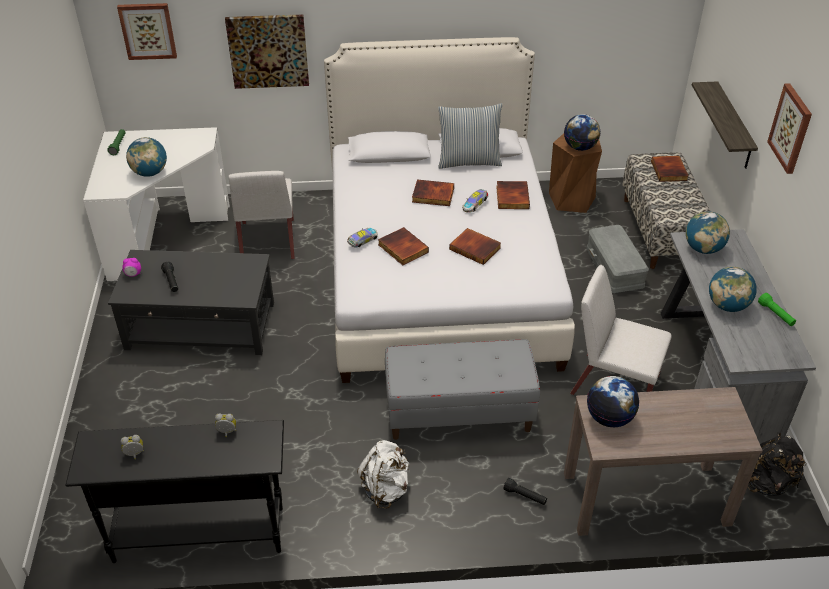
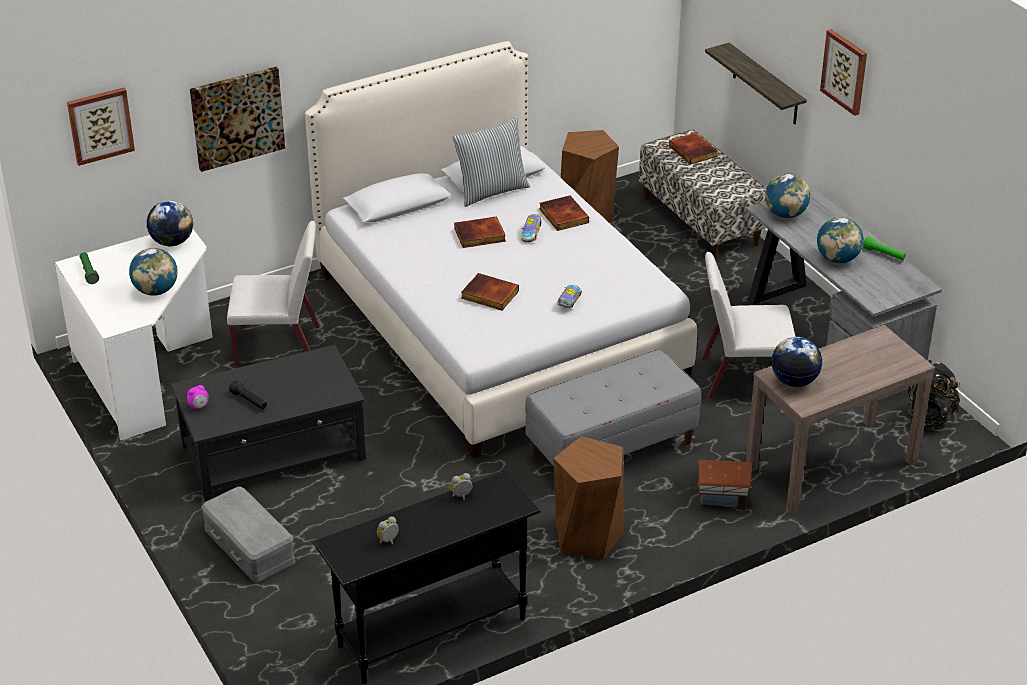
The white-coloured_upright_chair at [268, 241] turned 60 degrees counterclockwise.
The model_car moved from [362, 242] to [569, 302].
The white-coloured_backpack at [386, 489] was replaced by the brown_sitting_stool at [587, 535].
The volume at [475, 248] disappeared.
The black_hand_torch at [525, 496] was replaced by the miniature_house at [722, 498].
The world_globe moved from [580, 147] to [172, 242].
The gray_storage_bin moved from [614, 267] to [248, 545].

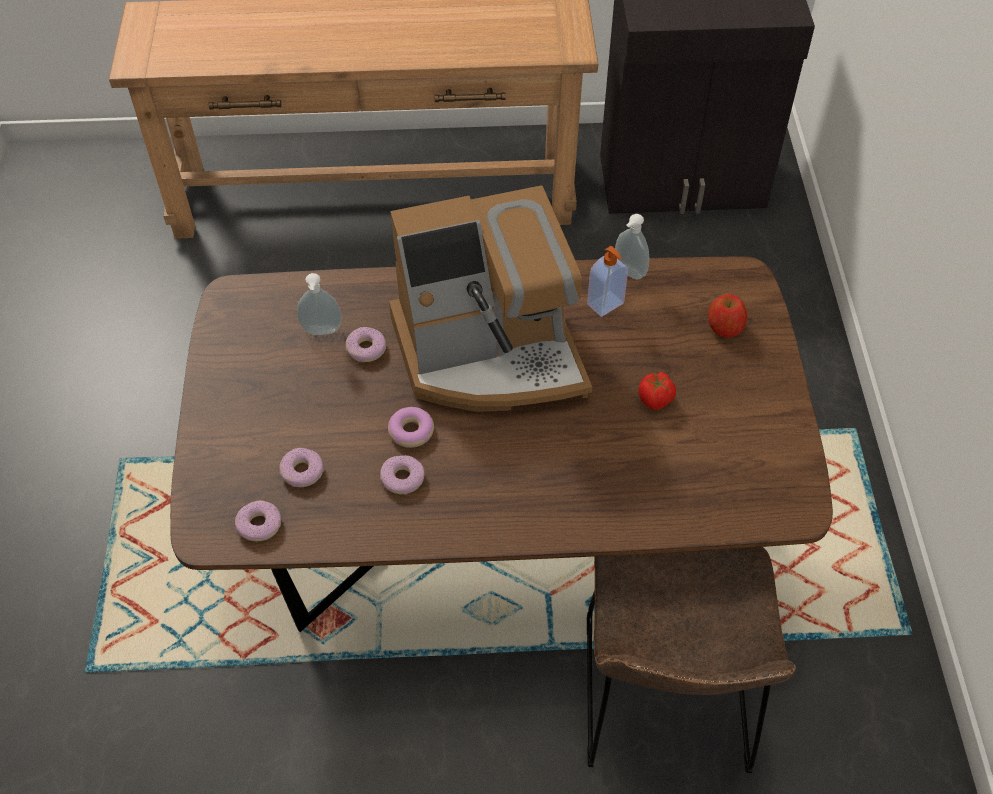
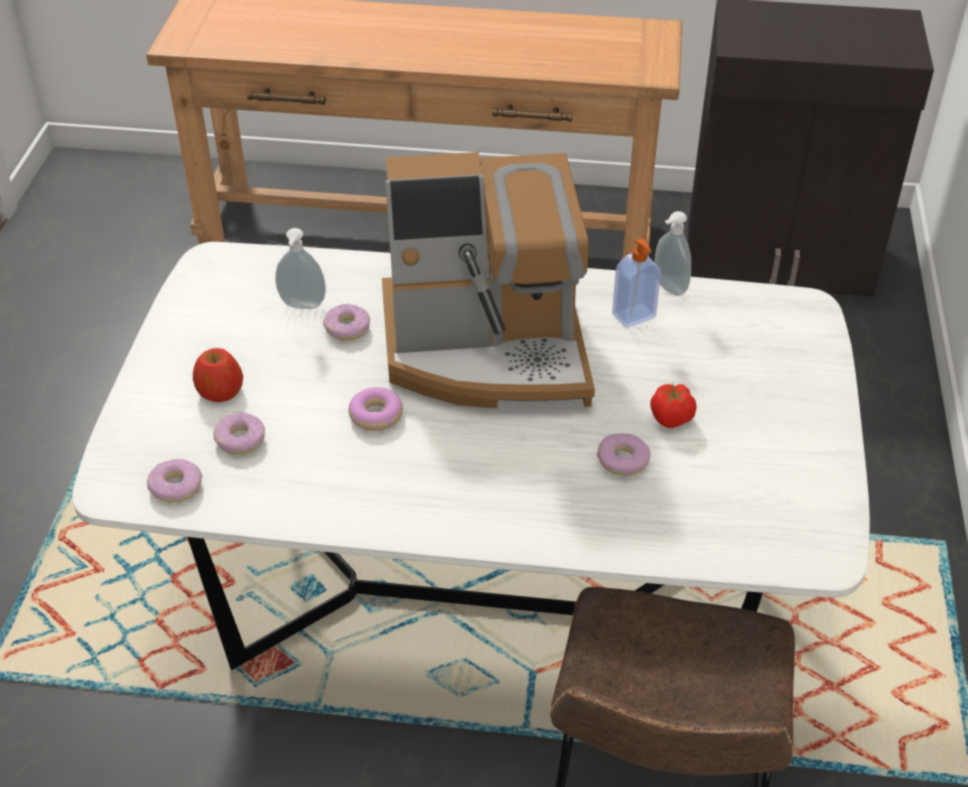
The brown_dining_table at [497, 541] became the white-coloured_dining_table at [485, 605].
The doughnut moved from [402, 479] to [622, 461].
The apple moved from [725, 326] to [220, 390].

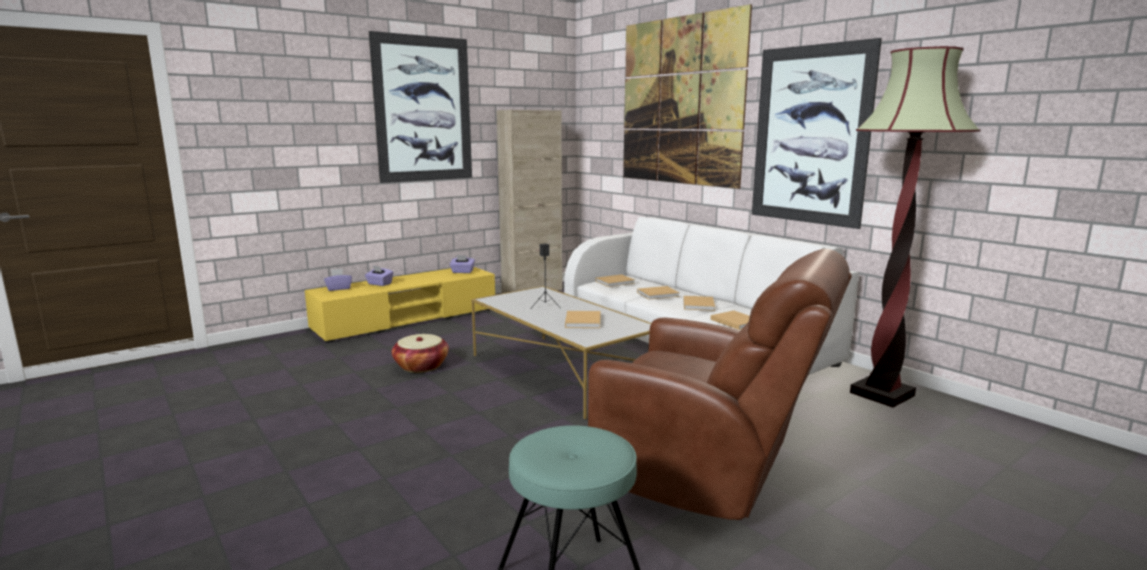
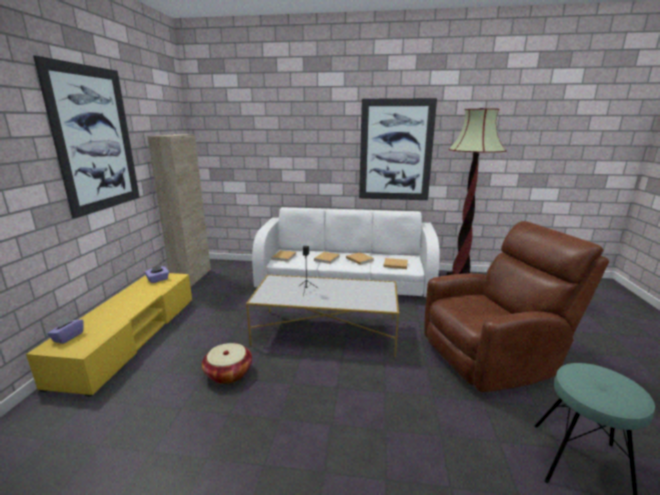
The purple_box_of_tissues at [379, 284] disappeared.
The sand-coloured_volume at [583, 321] disappeared.
The wall_picture at [680, 101] disappeared.

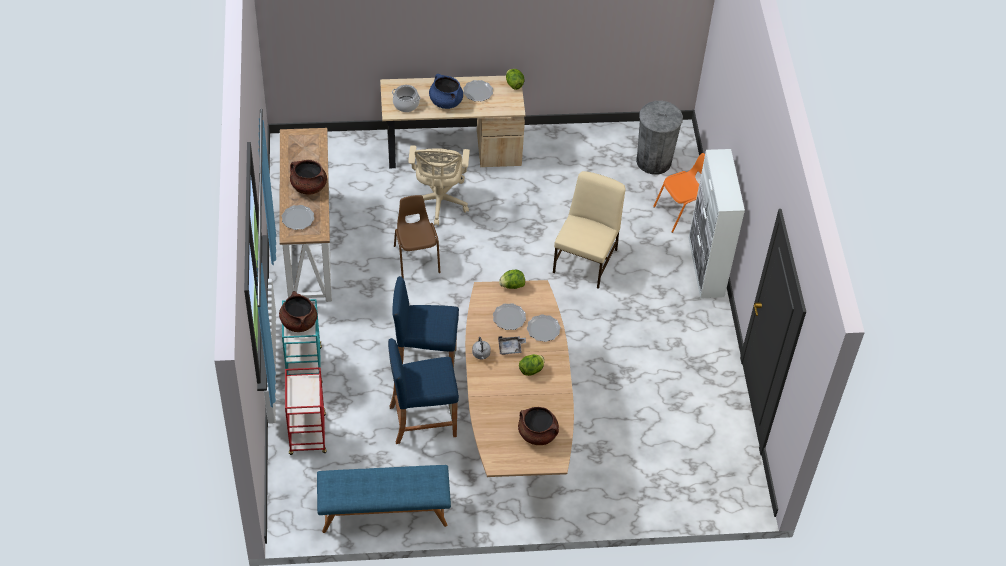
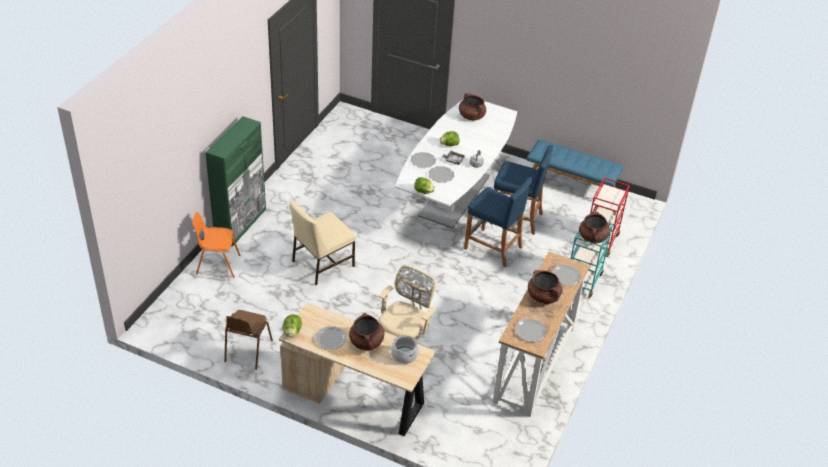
The brown_upright_chair moved from [416, 259] to [247, 351].
The blue_stockpot at [445, 101] became the brown_stockpot at [366, 342].
The brown_dining_table at [515, 420] became the white-coloured_dining_table at [454, 195].
The gray_waste_bin at [653, 161] disappeared.
The white-coloured_cabinet at [706, 267] became the green-coloured_cabinet at [241, 224].
The flat_dish at [530, 331] appeared.

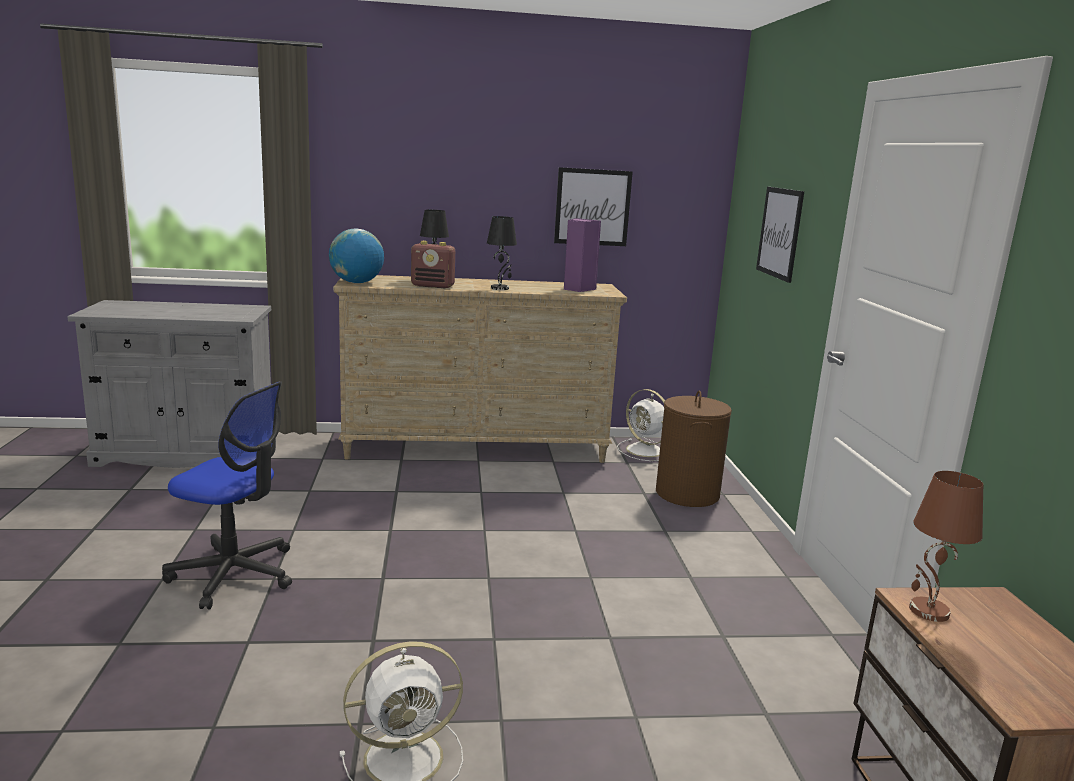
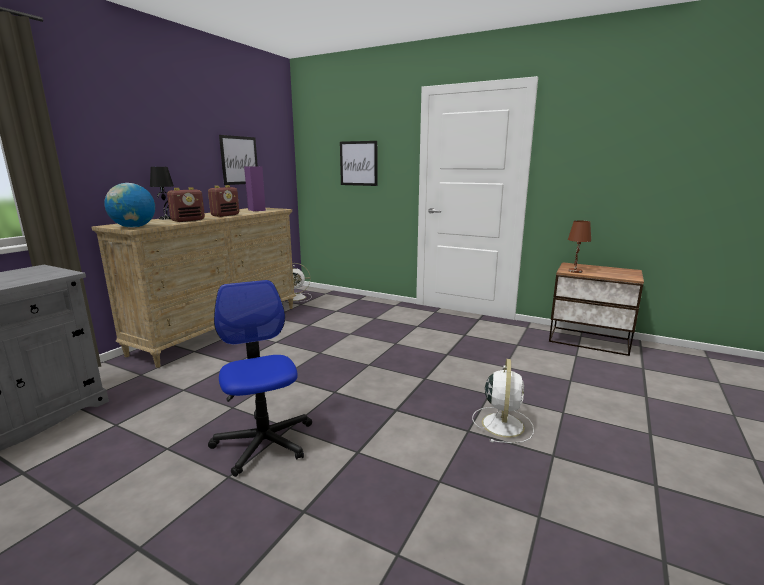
The office_chair at [234, 574] turned 75 degrees counterclockwise.
The black_lamp_for_a_table at [500, 288] was replaced by the radio_set at [225, 215].
The brown_washing_basket at [687, 493] disappeared.

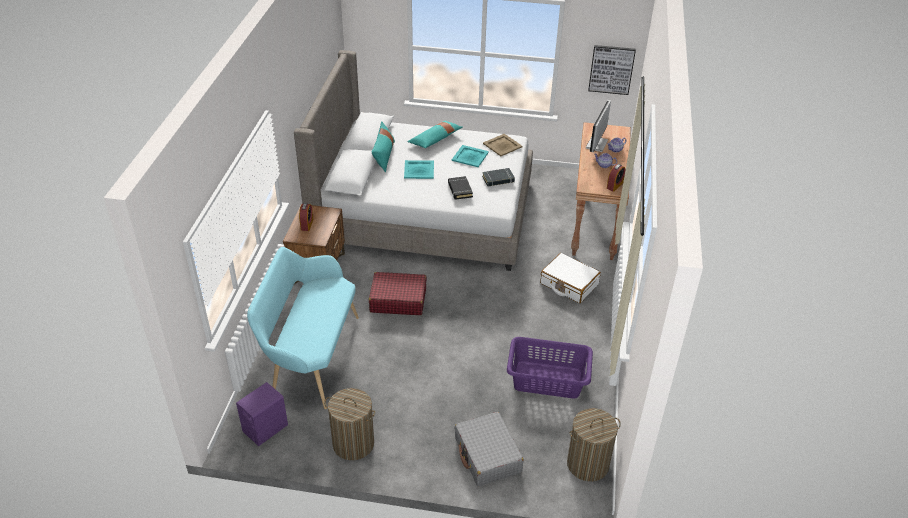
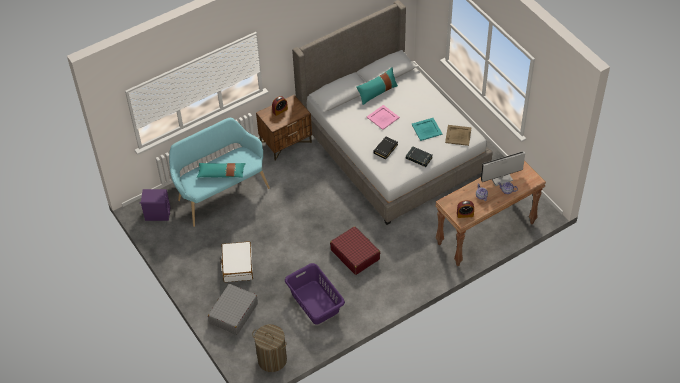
The washing_basket at [353, 443] disappeared.
The red_travel_case moved from [398, 300] to [355, 254].
The turquoise_tray at [418, 170] became the pink_tray at [382, 117].
The turquoise_throw_pillow moved from [435, 139] to [221, 173].
The white-coloured_travel_case moved from [569, 284] to [237, 265].
The wall_picture at [611, 69] disappeared.

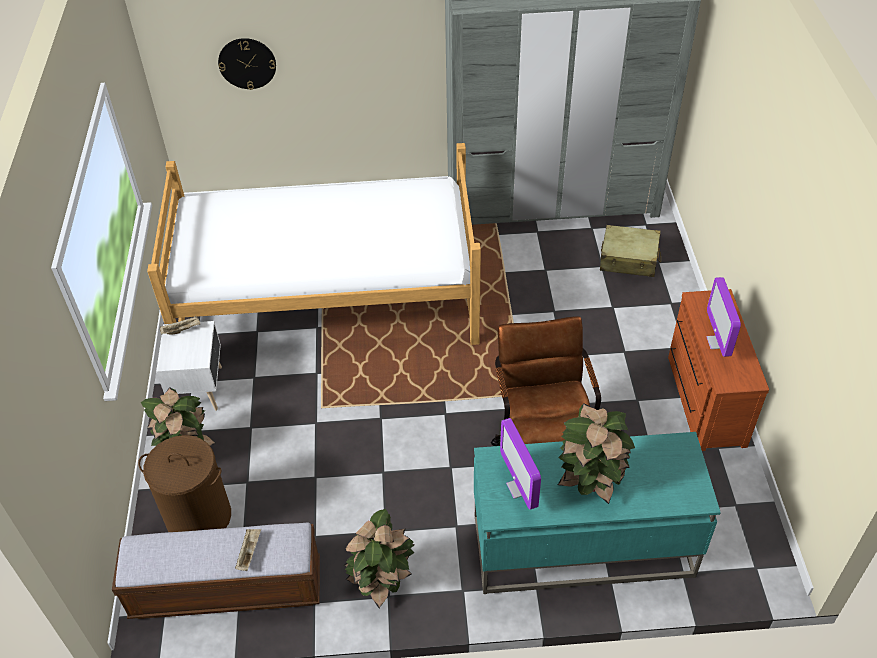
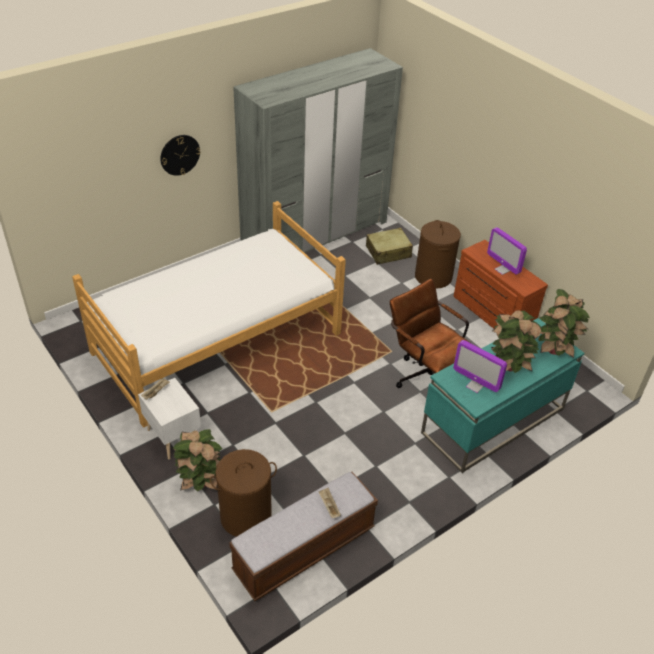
The hanging_clock moved from [247, 63] to [180, 155].
The houseplant moved from [382, 582] to [555, 349].
The brown_washing_basket at [433, 277] appeared.

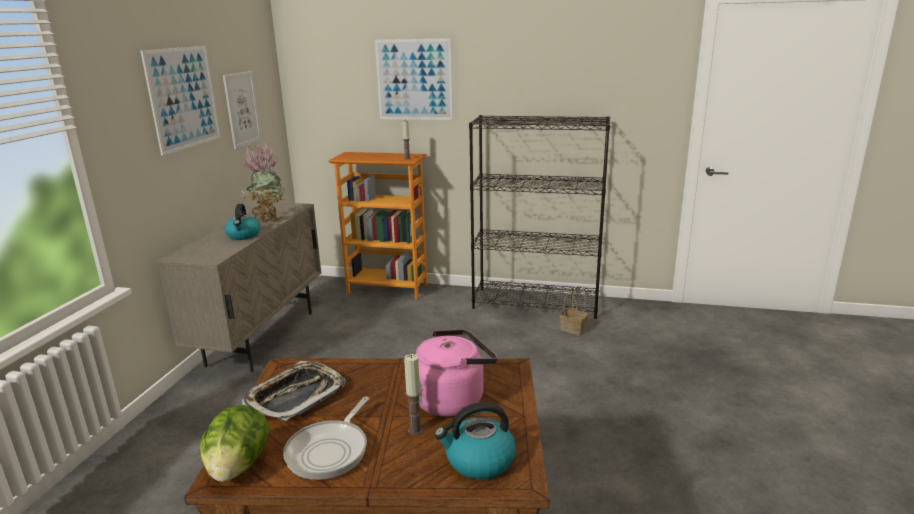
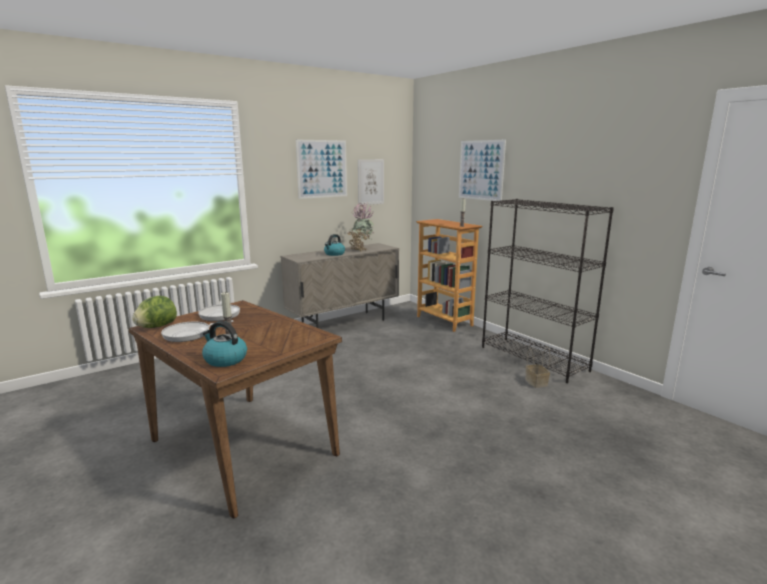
The tray at [295, 396] was replaced by the pan at [220, 314].
The pink_water_kettle at [452, 399] disappeared.

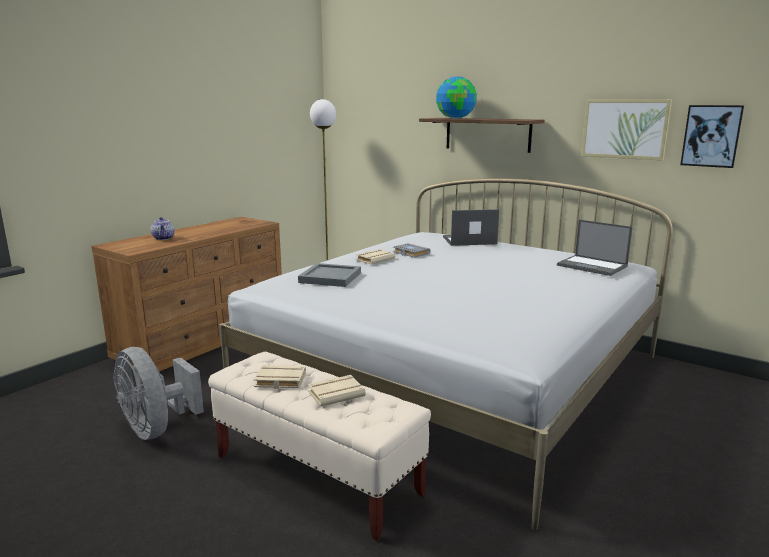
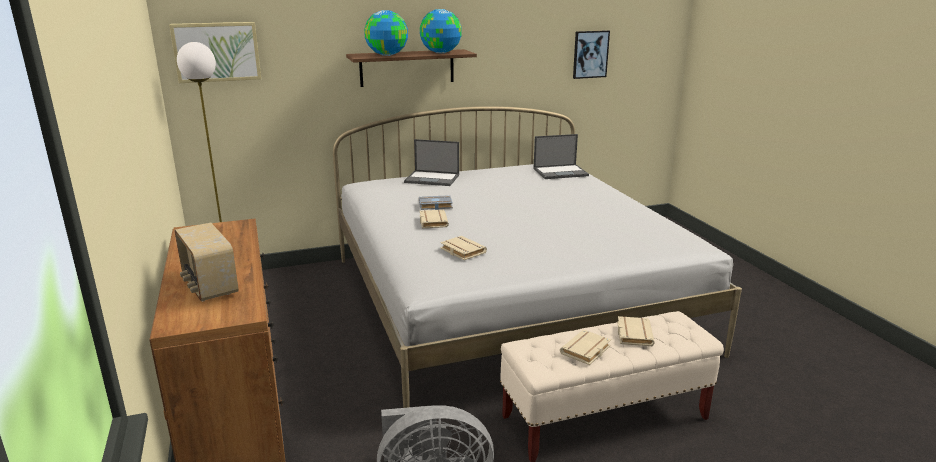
The tea_pot at [164, 238] was replaced by the radio_set at [209, 287].
The gray_tray at [330, 277] was replaced by the sand-coloured_volume at [461, 251].
The notebook_computer at [468, 241] turned 105 degrees counterclockwise.
The wall_picture moved from [624, 129] to [216, 52].
The world_globe at [440, 52] appeared.

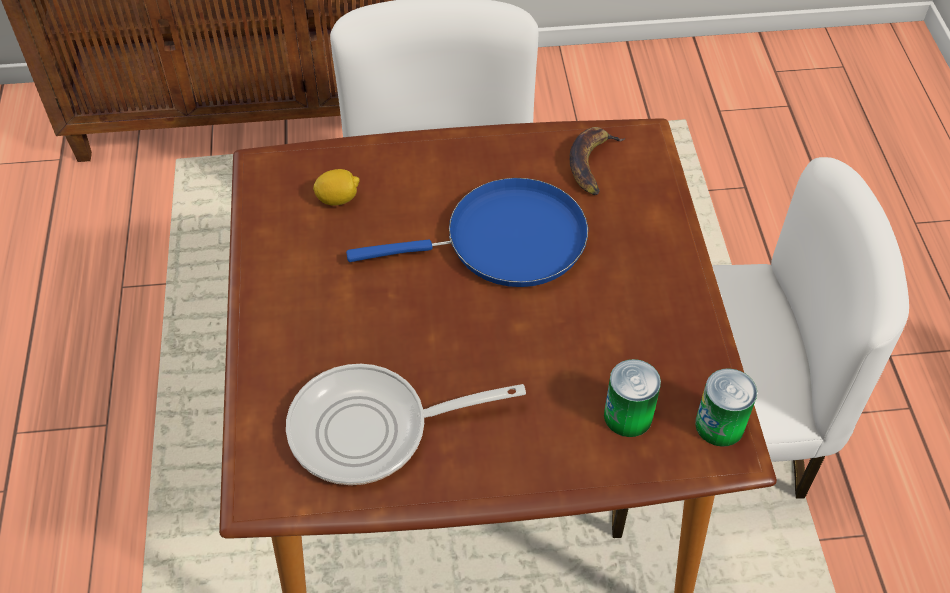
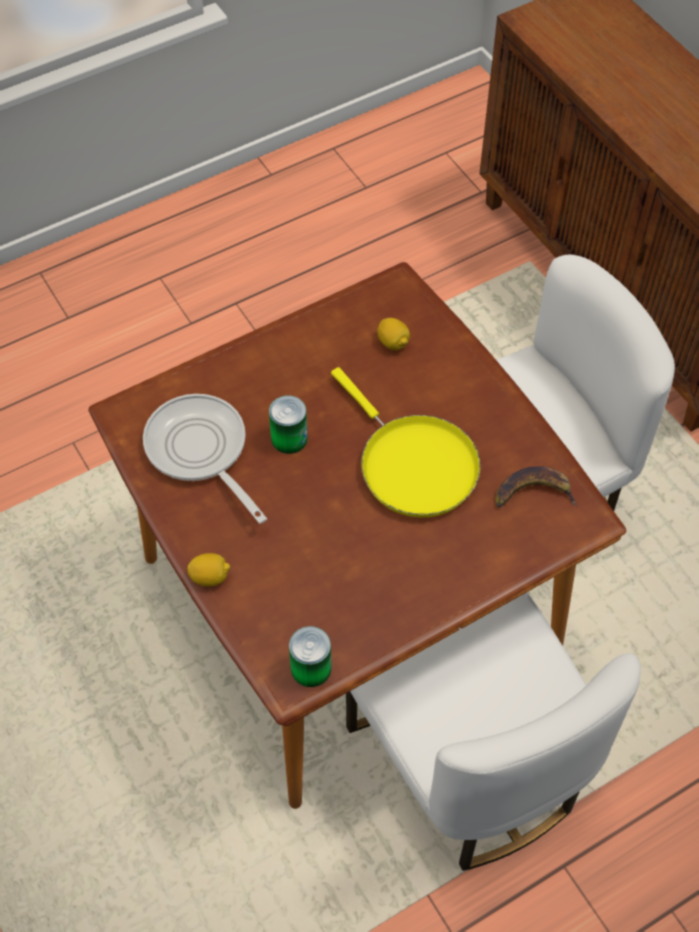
The blue_pan at [505, 241] became the yellow-coloured_pan at [413, 464].
The can moved from [628, 416] to [289, 438].
The citrus_fruit at [210, 577] appeared.

